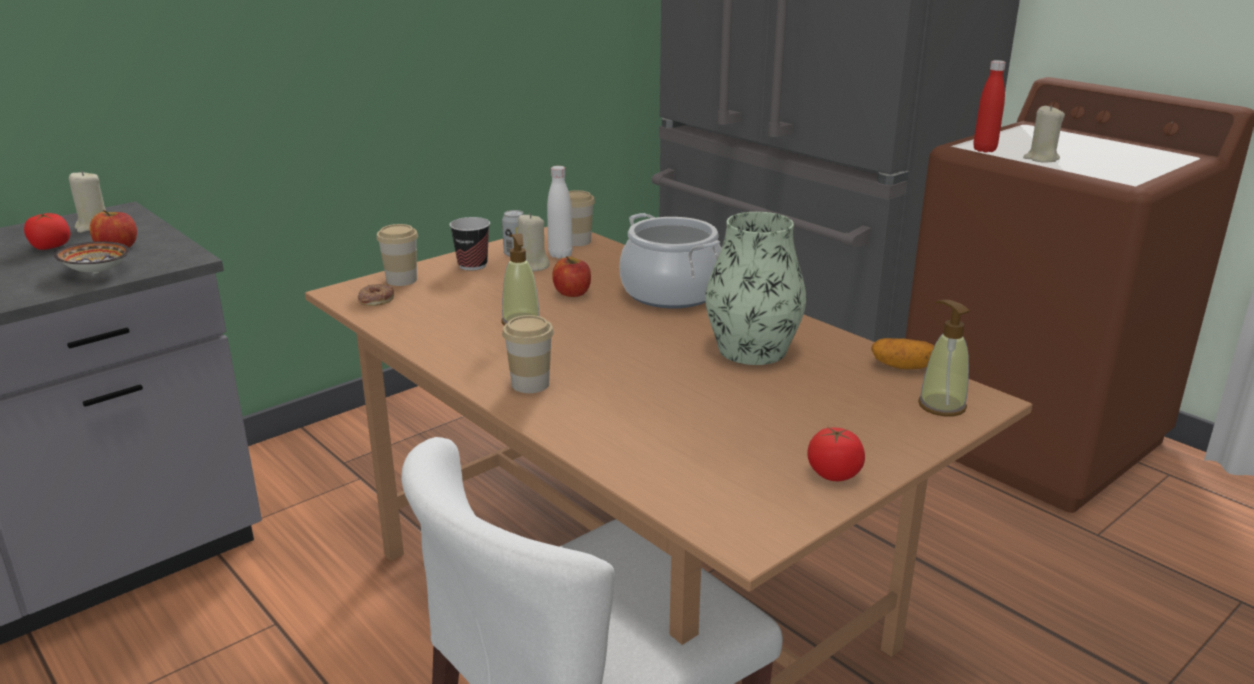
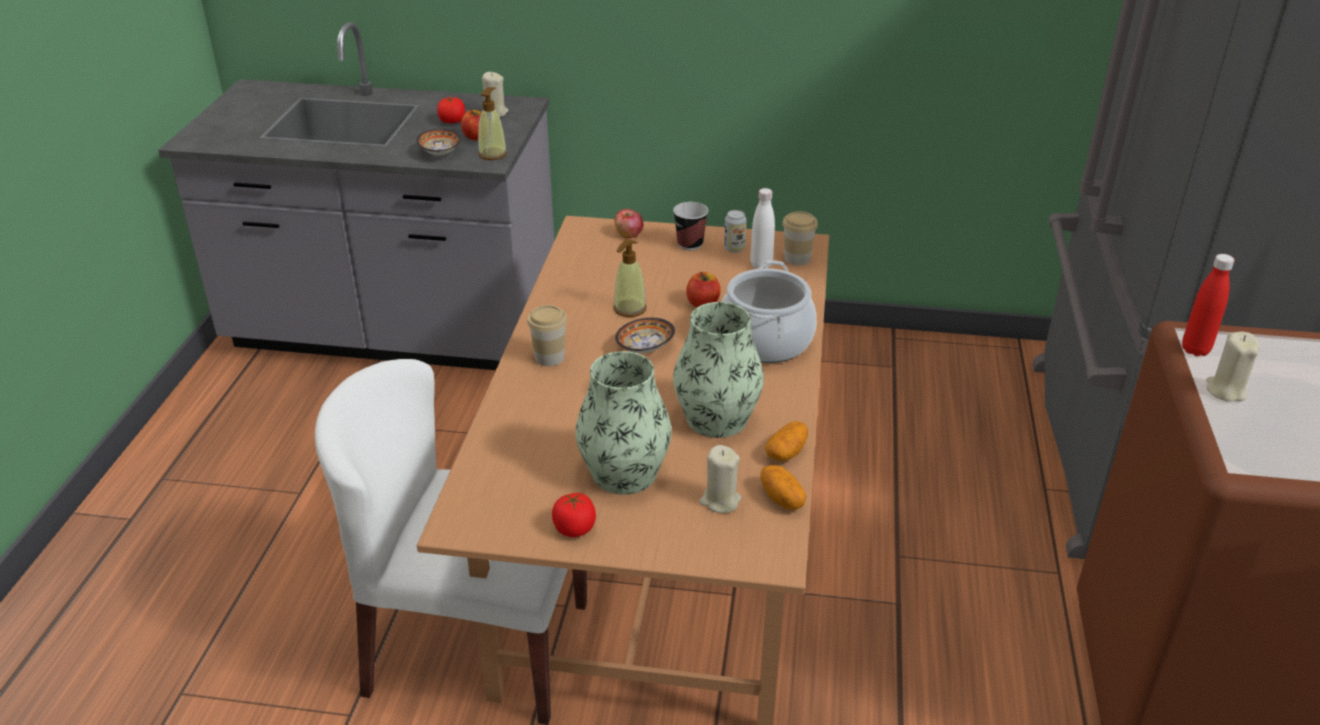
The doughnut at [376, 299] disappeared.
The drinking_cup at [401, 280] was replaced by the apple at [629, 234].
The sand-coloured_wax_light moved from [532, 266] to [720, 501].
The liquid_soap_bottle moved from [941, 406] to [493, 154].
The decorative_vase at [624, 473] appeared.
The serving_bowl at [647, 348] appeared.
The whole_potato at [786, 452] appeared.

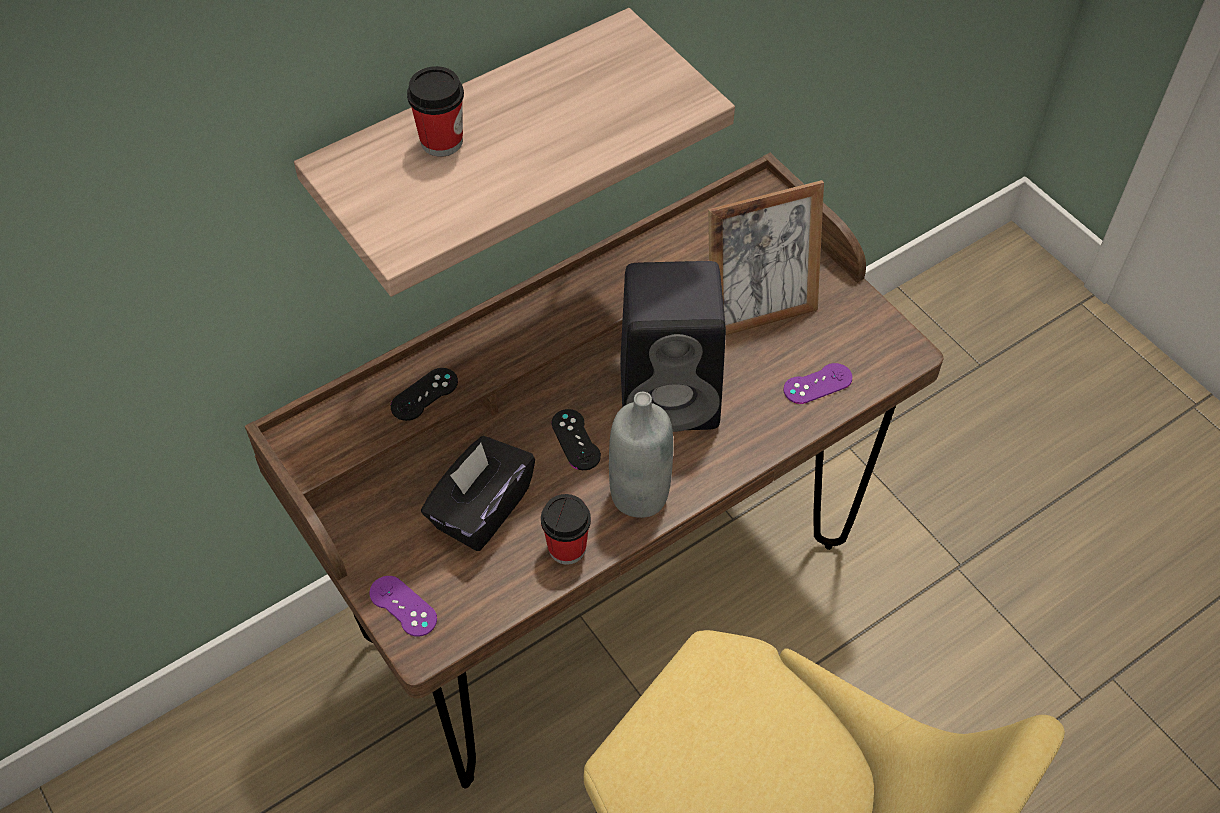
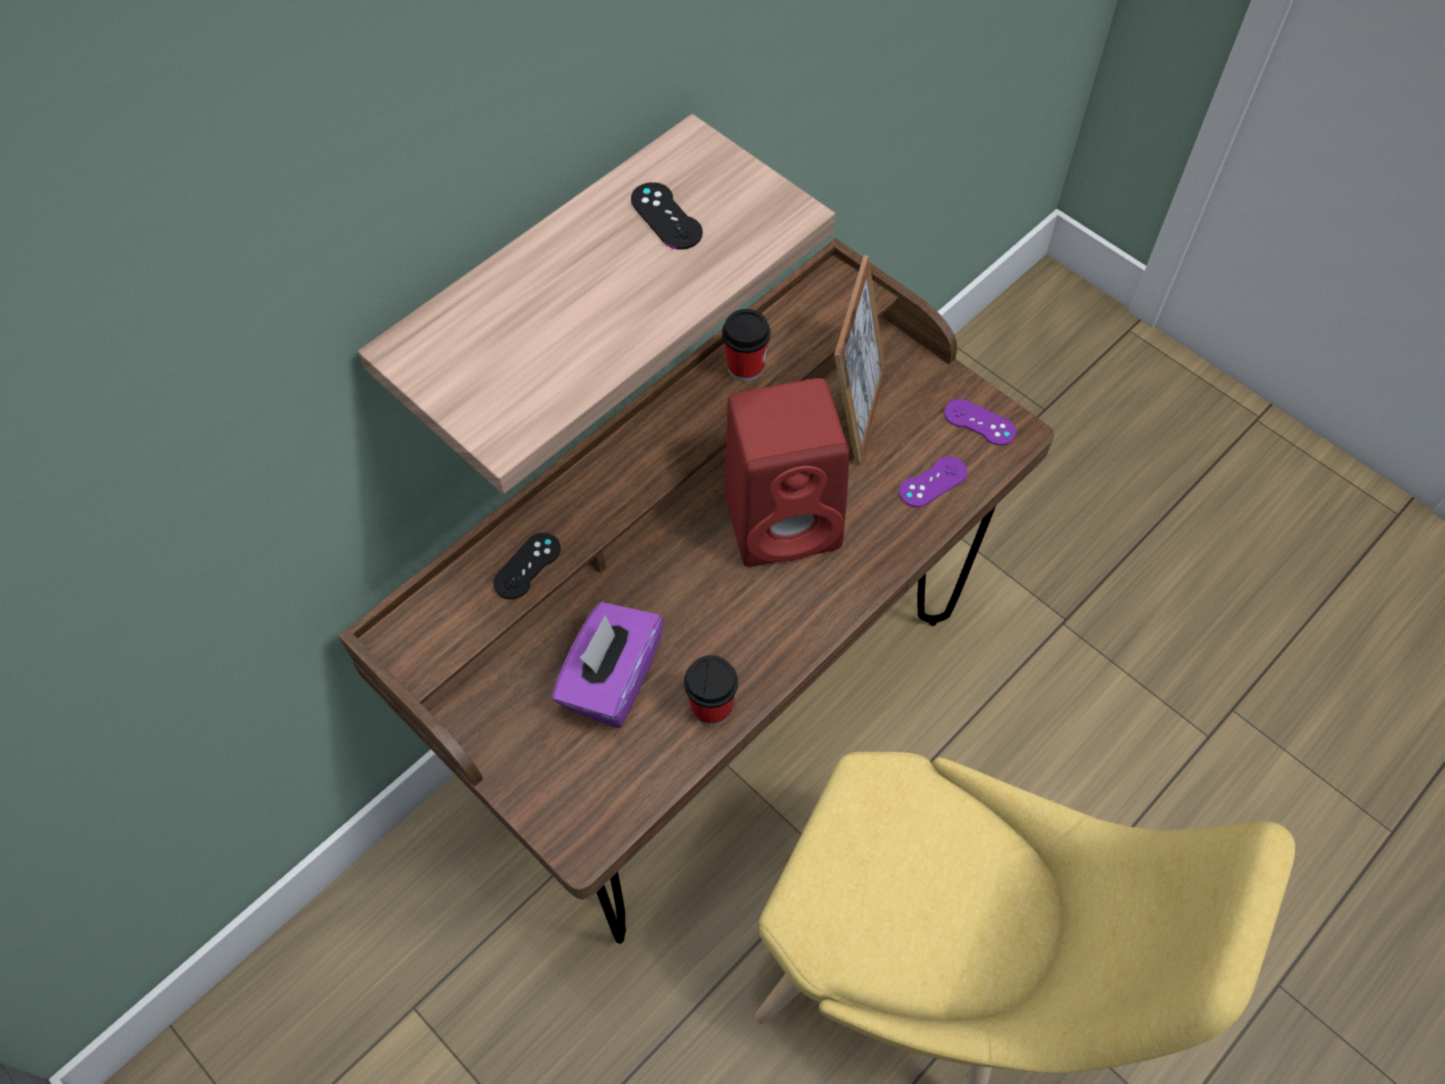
The purple_joypad moved from [403, 606] to [979, 422].
The drinking_cup moved from [441, 141] to [745, 367].
The black_box_of_tissues at [481, 509] became the purple_box_of_tissues at [611, 680].
The black_joypad moved from [576, 440] to [666, 216].
The gray_drink_bottle at [639, 495] disappeared.
The black_loudspeaker at [673, 395] became the red_loudspeaker at [786, 519].
The photo_frame at [758, 312] turned 45 degrees counterclockwise.

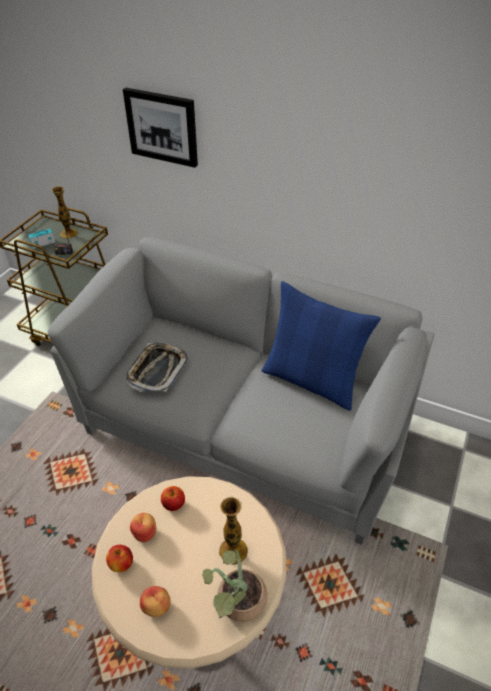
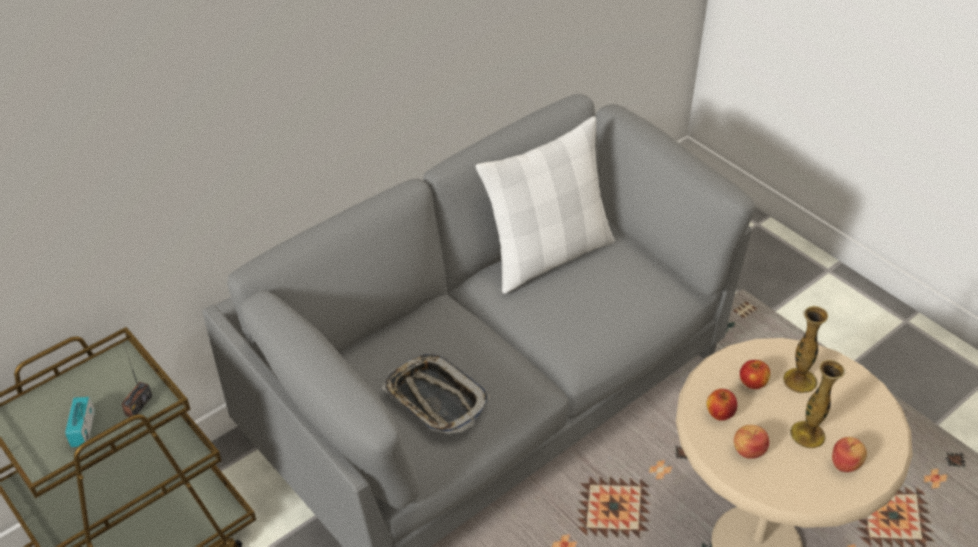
The decorative_vase moved from [69, 233] to [807, 435].
The apple moved from [121, 564] to [752, 383].
The wall_picture at [162, 127] disappeared.
The houseplant at [237, 603] disappeared.
The blue_throw_pillow at [311, 381] became the white-coloured_throw_pillow at [548, 255].

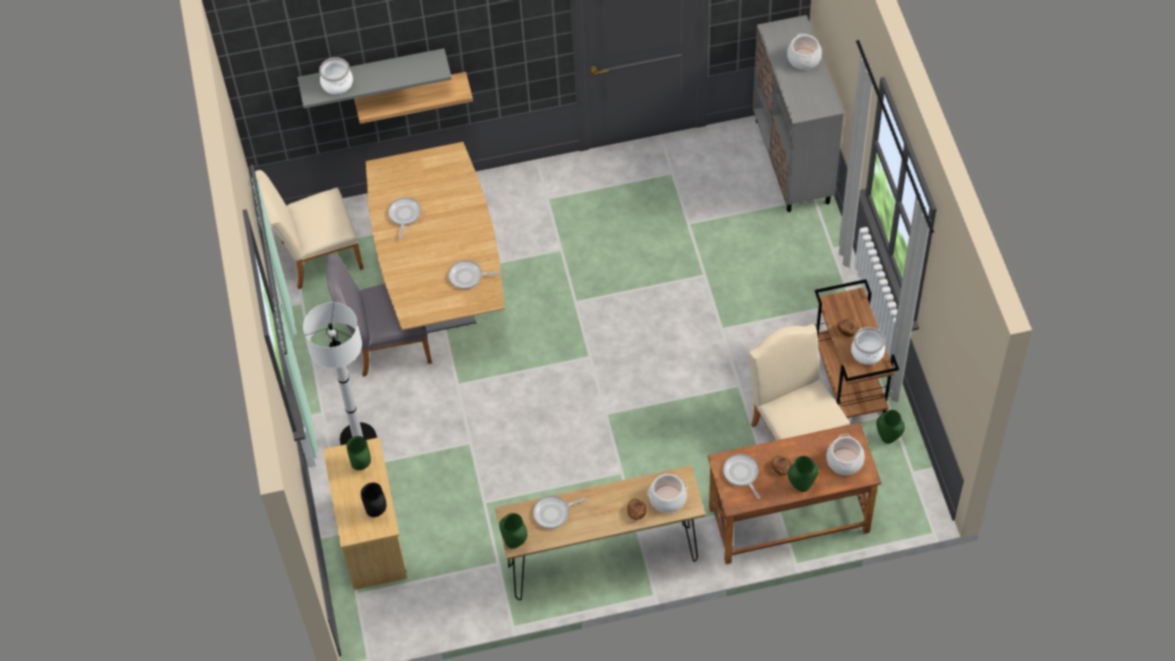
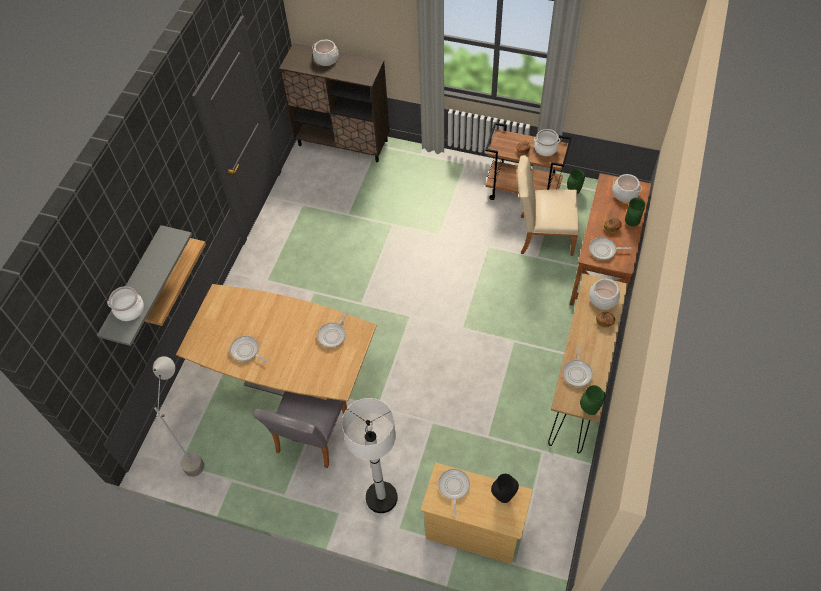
The sand-coloured_upright_chair at [316, 256] was replaced by the gray_floor_lamp at [197, 450].
The green-coloured_decorative_vase at [361, 465] was replaced by the pan at [453, 487].
The gray_cabinet at [792, 161] became the brown_cabinet at [343, 143].

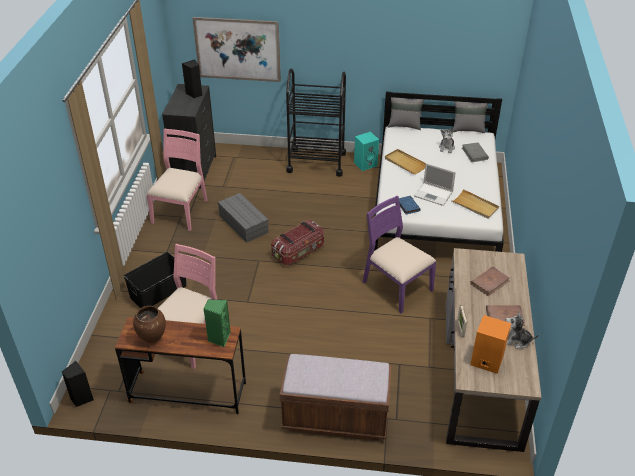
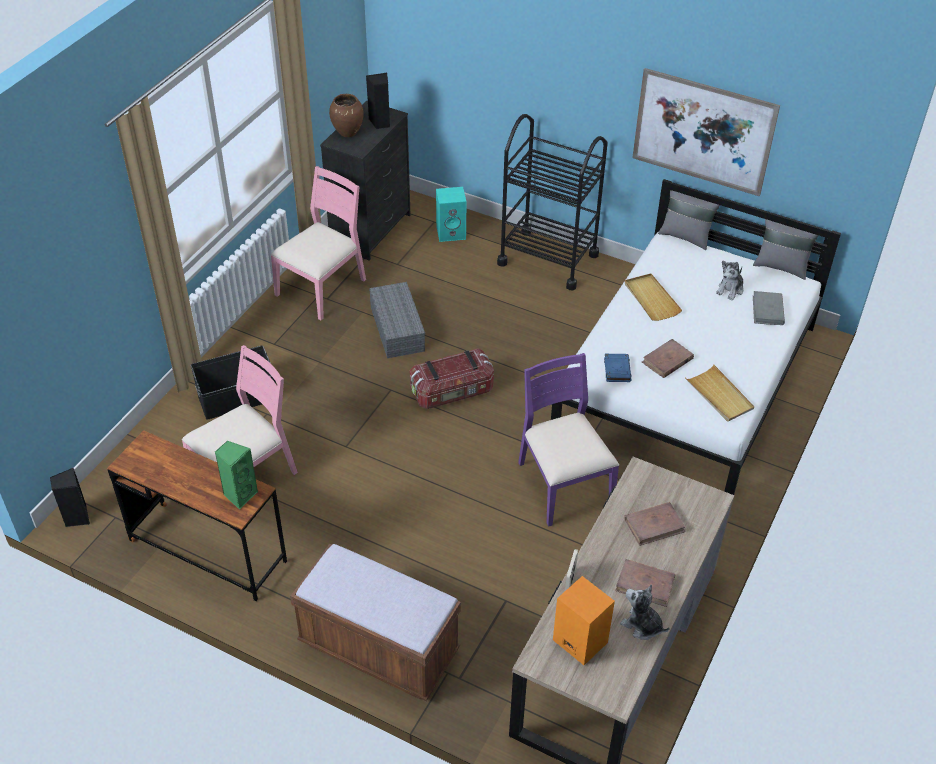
The brown_decorative_vase moved from [153, 338] to [348, 133].
The wall_picture moved from [237, 49] to [703, 132].
The turquoise_loudspeaker moved from [365, 164] to [451, 232].
The notebook_computer at [434, 194] was replaced by the brown_volume at [667, 361].

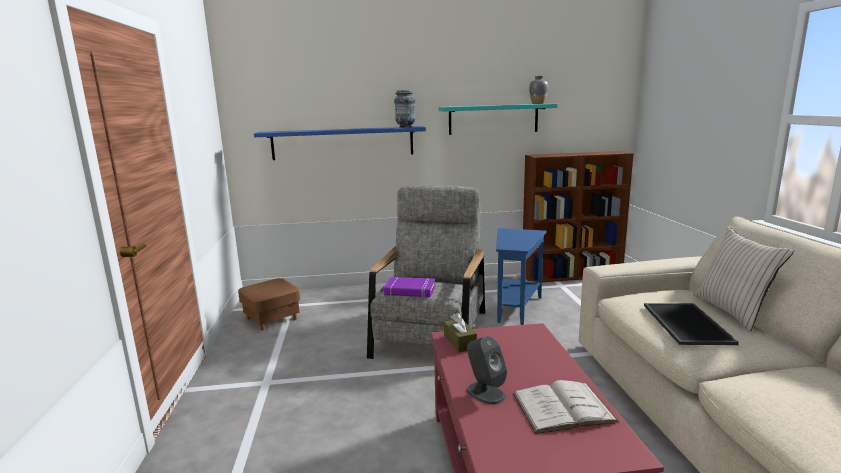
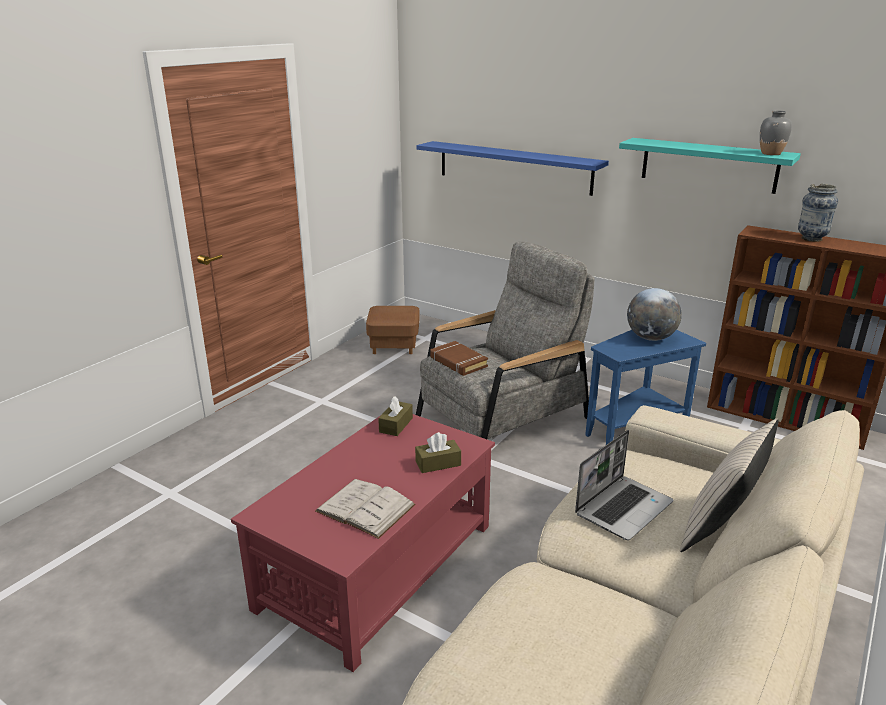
The purple_volume at [410, 291] became the brown_volume at [458, 362].
The decorative_vase moved from [405, 127] to [811, 239].
The gray_loudspeaker at [485, 392] disappeared.
The tray at [684, 323] was replaced by the notebook_computer at [623, 508].
The brown_box_of_tissues at [438, 463] appeared.
The world_globe at [650, 338] appeared.

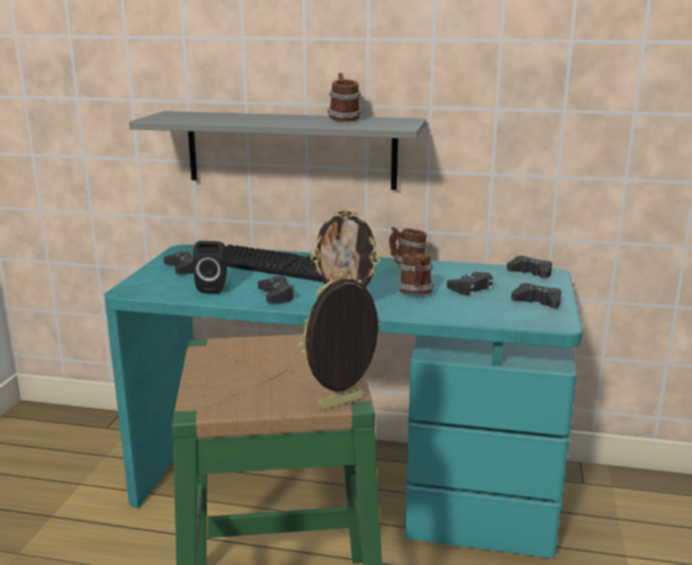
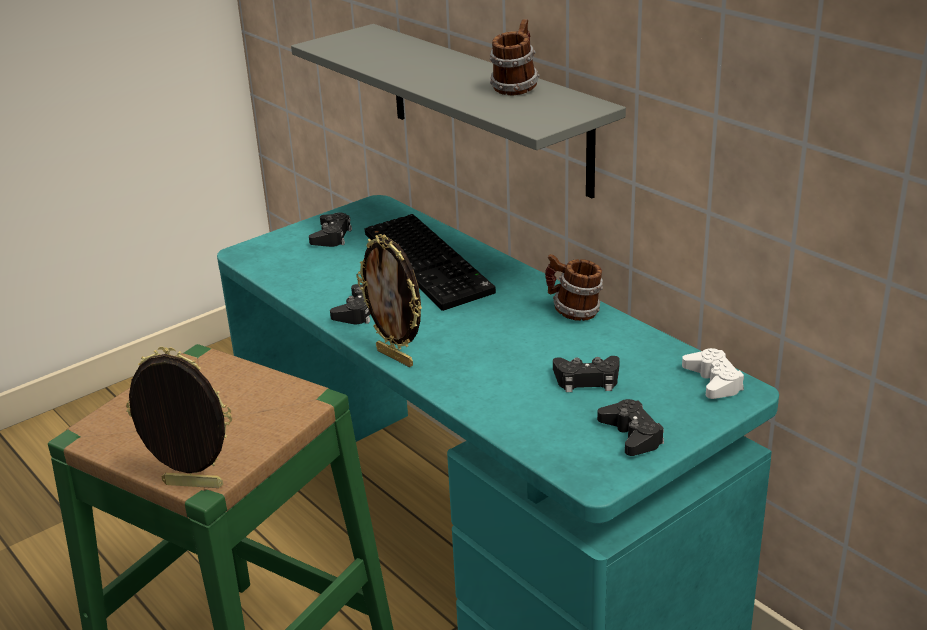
The black_loudspeaker at [214, 287] disappeared.
The mug at [416, 294] disappeared.
The black_joypad at [530, 273] became the white-coloured_joypad at [713, 381].

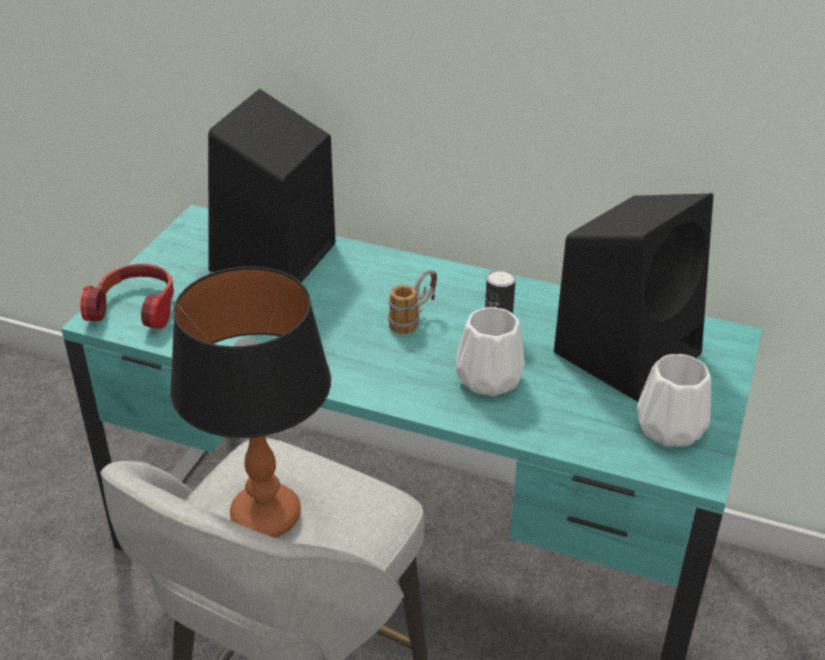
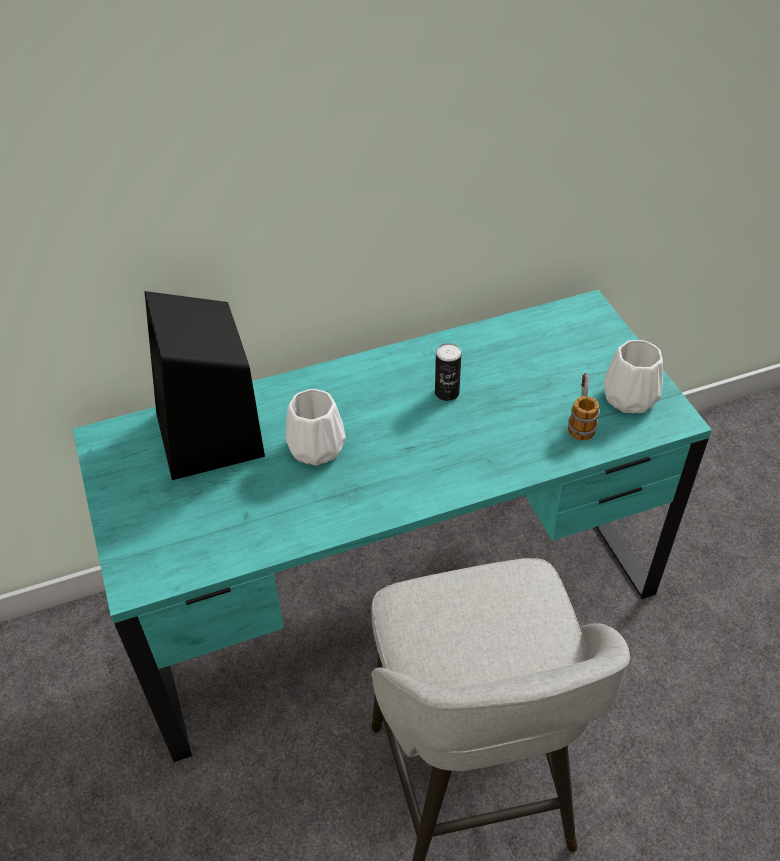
The pair_of_headphones at [136, 307] disappeared.
The lamp_for_a_table at [265, 516] disappeared.
The mug moved from [414, 319] to [581, 421].
The white-coloured_decorative_vase moved from [488, 378] to [315, 447].
The black_loudspeaker at [628, 351] disappeared.

